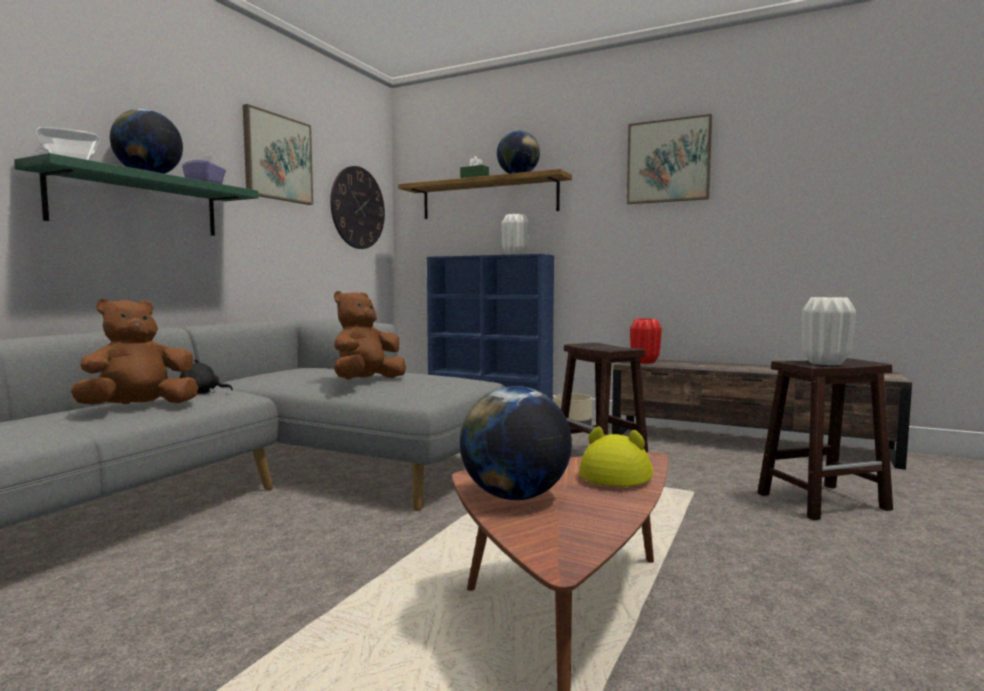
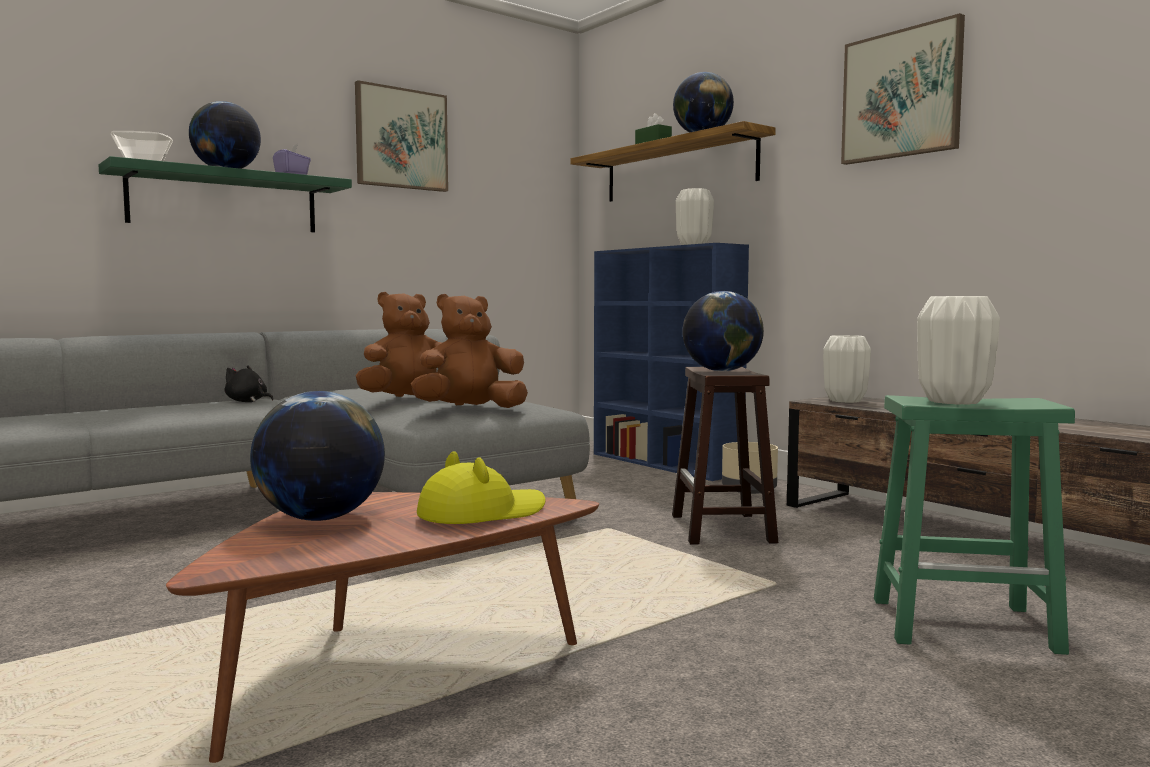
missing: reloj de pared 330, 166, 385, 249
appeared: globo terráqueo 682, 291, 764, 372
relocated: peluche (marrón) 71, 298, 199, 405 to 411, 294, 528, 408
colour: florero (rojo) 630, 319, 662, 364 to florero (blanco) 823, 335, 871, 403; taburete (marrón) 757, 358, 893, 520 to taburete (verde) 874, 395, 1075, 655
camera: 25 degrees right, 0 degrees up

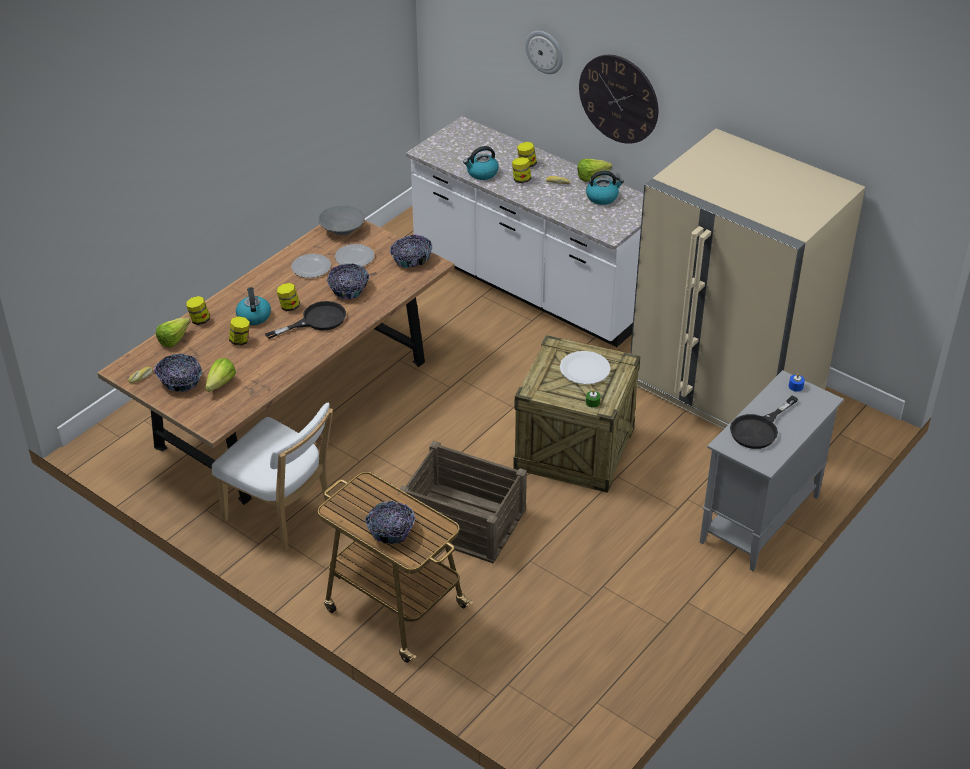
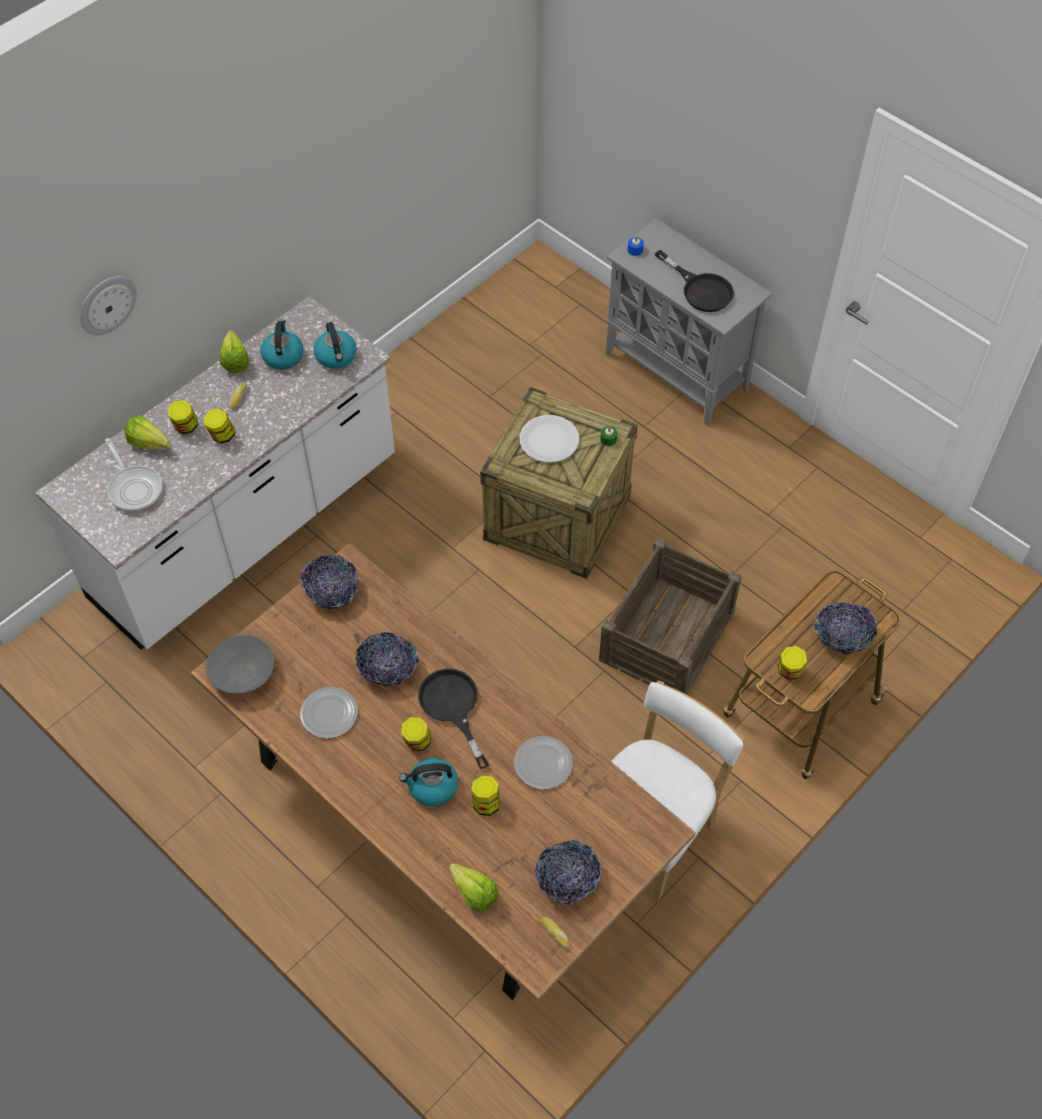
missing: reloj de pared 579, 55, 658, 144; nevera (beis) 630, 129, 865, 429
appeared: sartén 105, 438, 162, 511
relocated: tarro 186, 296, 210, 325 to 778, 646, 807, 680; lechuga 205, 358, 236, 392 to 124, 415, 171, 449; plato 335, 244, 374, 267 to 514, 736, 573, 789; hervidor 463, 146, 499, 180 to 313, 322, 356, 369
camera: 85 degrees left, 15 degrees up

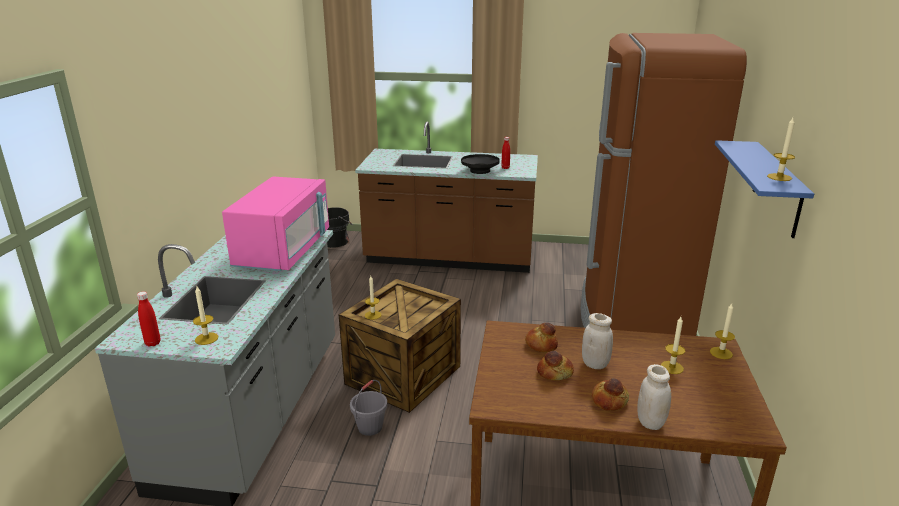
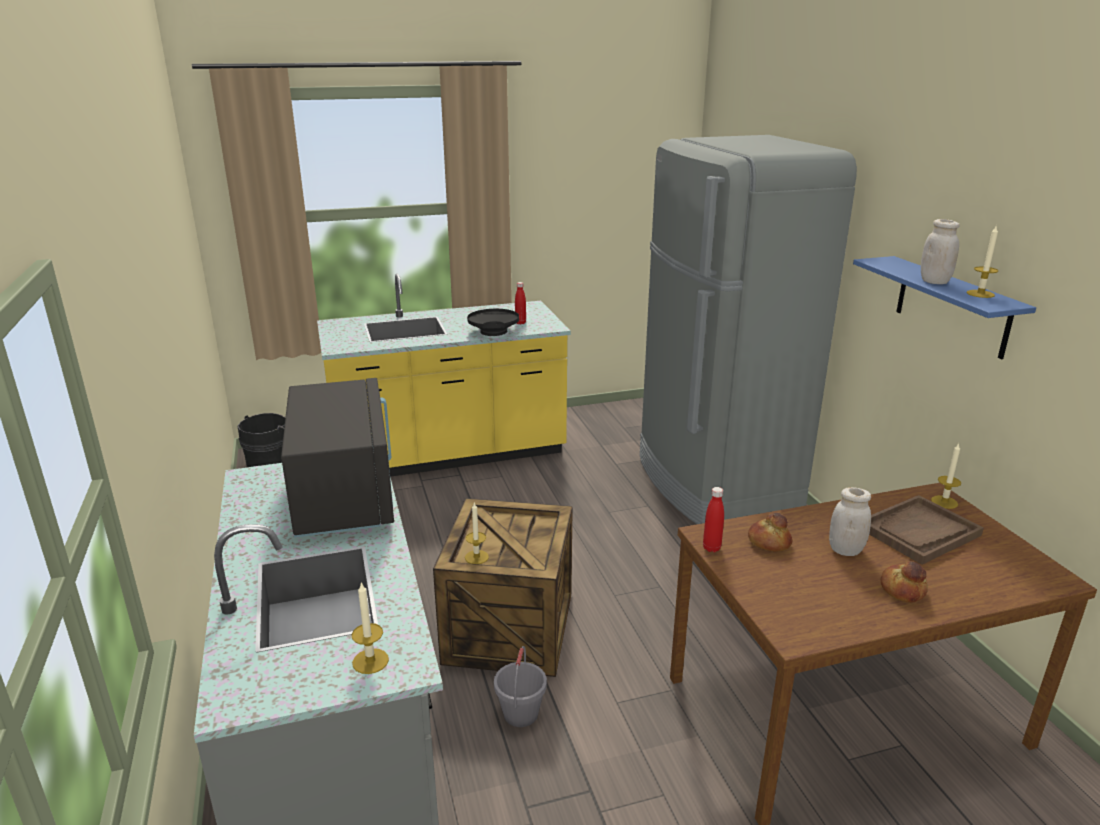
missing: pan 537, 350, 574, 380
relocated: botella (rojo) 137, 292, 161, 347 to 703, 487, 724, 552; tarro (blanco) 637, 364, 671, 430 to 921, 219, 960, 284
exchanged: vela 661, 317, 685, 374 to bandeja (marrón) 869, 495, 984, 565
colour: microondas (rosa) 222, 176, 329, 271 to microondas (negro) 281, 378, 394, 538; mueble bajo de cocina (marrón) 355, 122, 538, 273 to mueble bajo de cocina (amarillo) 317, 274, 571, 477; nevera (marrón) 581, 33, 747, 336 to nevera (gris) 640, 135, 857, 524
camera: 25 degrees left, 0 degrees up

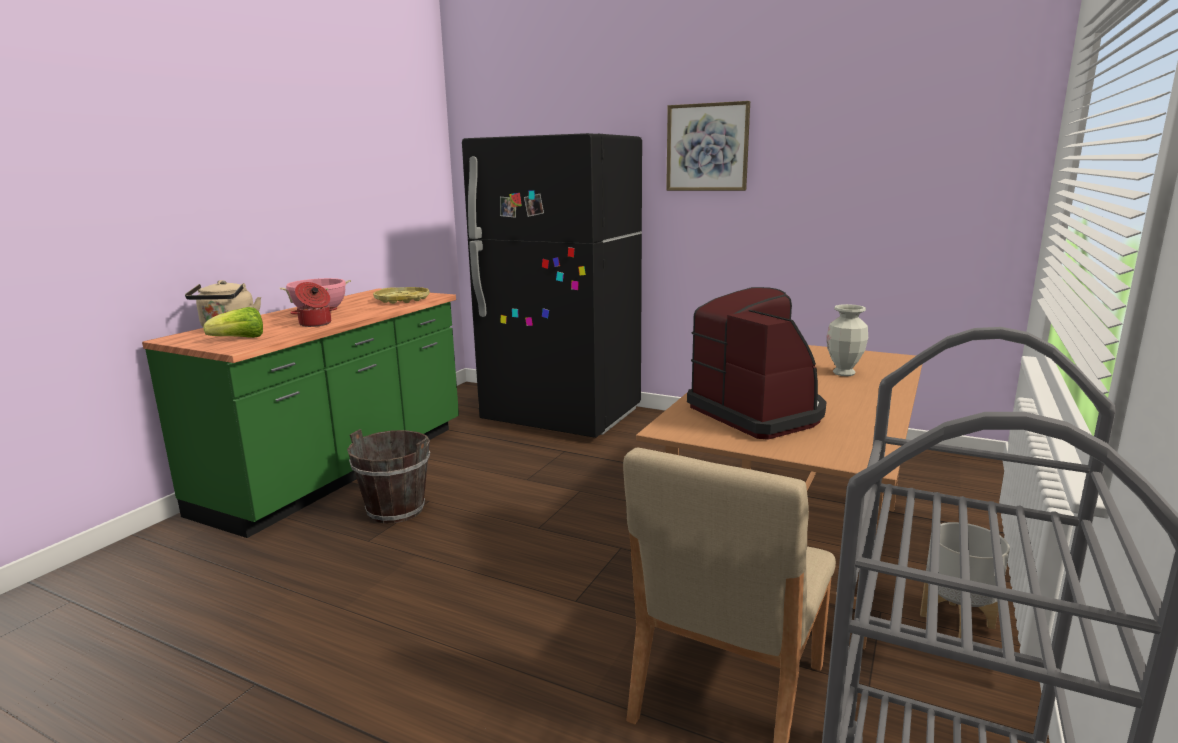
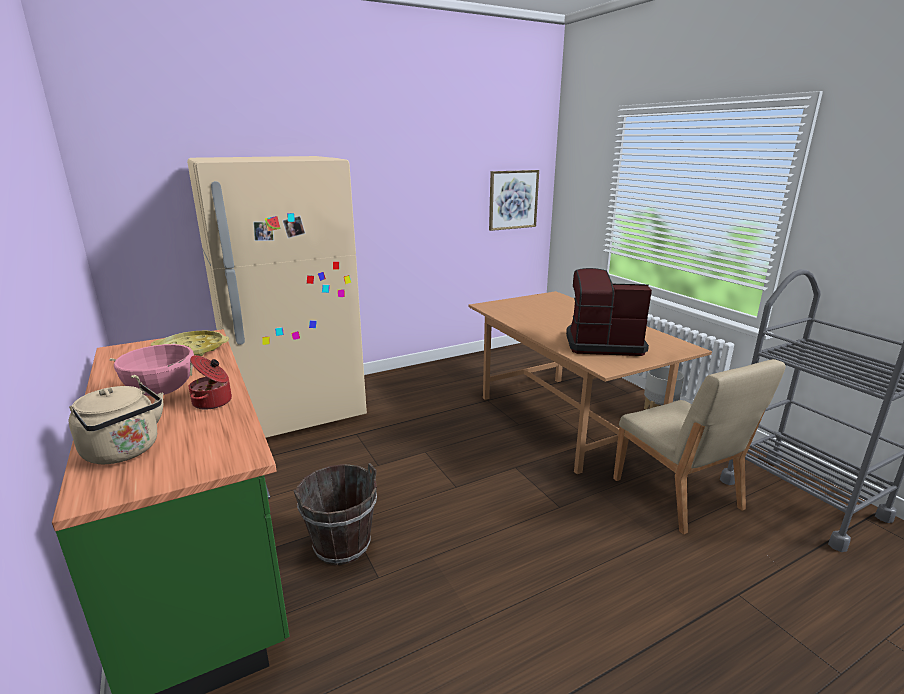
missing: lechuga 203, 307, 263, 338; florero 827, 304, 868, 376
relocated: cuadro 666, 101, 750, 191 to 489, 170, 539, 231
colour: nevera (negro) 462, 133, 642, 438 to nevera (beis) 187, 156, 367, 438
camera: 55 degrees left, 5 degrees up

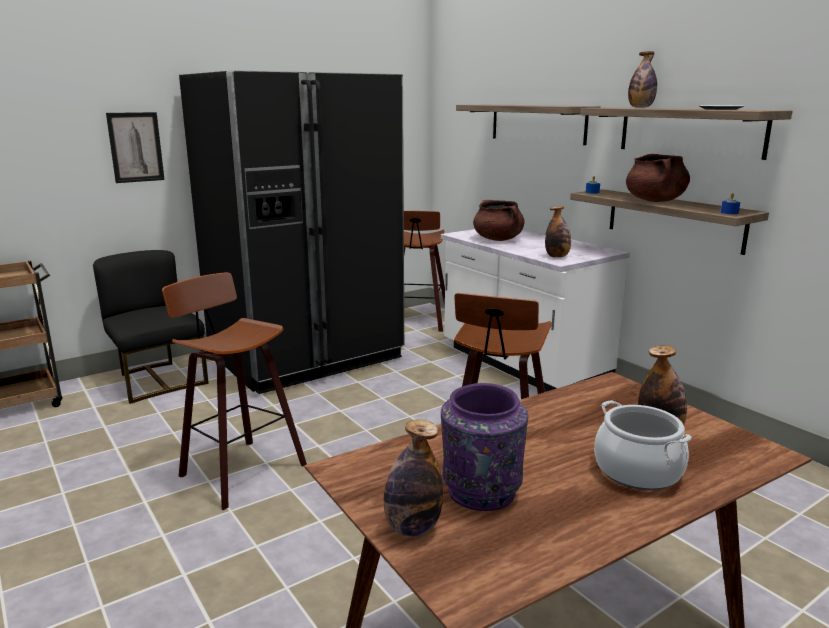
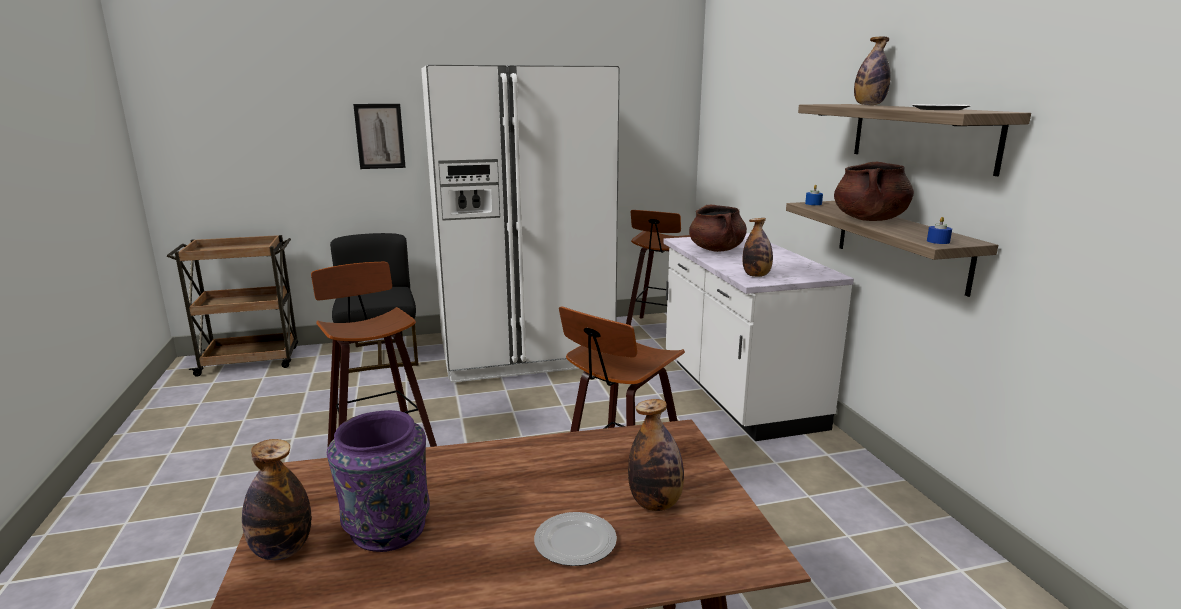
missing: estante 456, 105, 601, 145
exchanged: olla 594, 400, 692, 490 to plato 534, 512, 617, 566
colour: nevera (negro) 179, 70, 404, 394 to nevera (blanco) 421, 65, 620, 383
camera: 20 degrees right, 0 degrees up

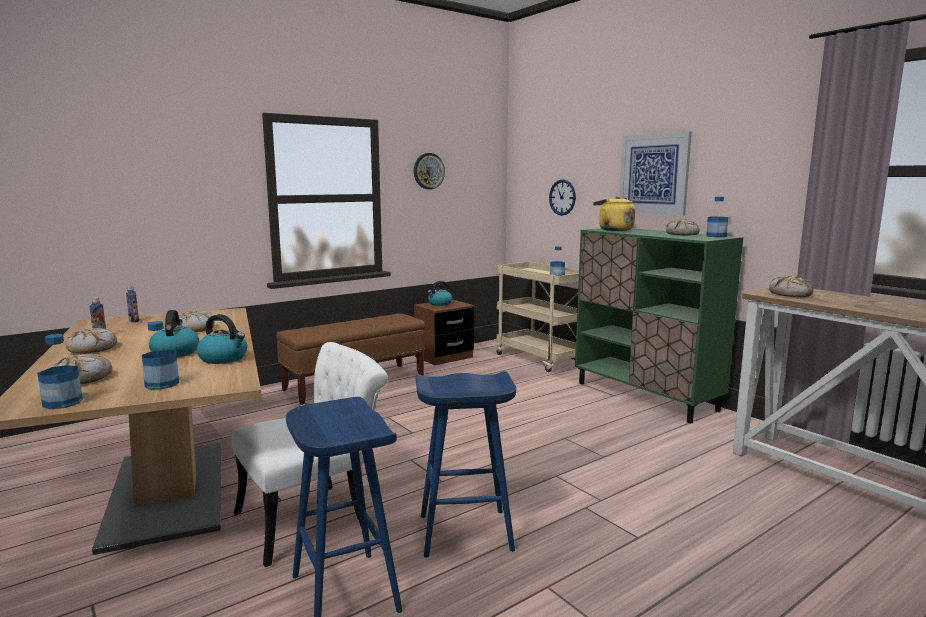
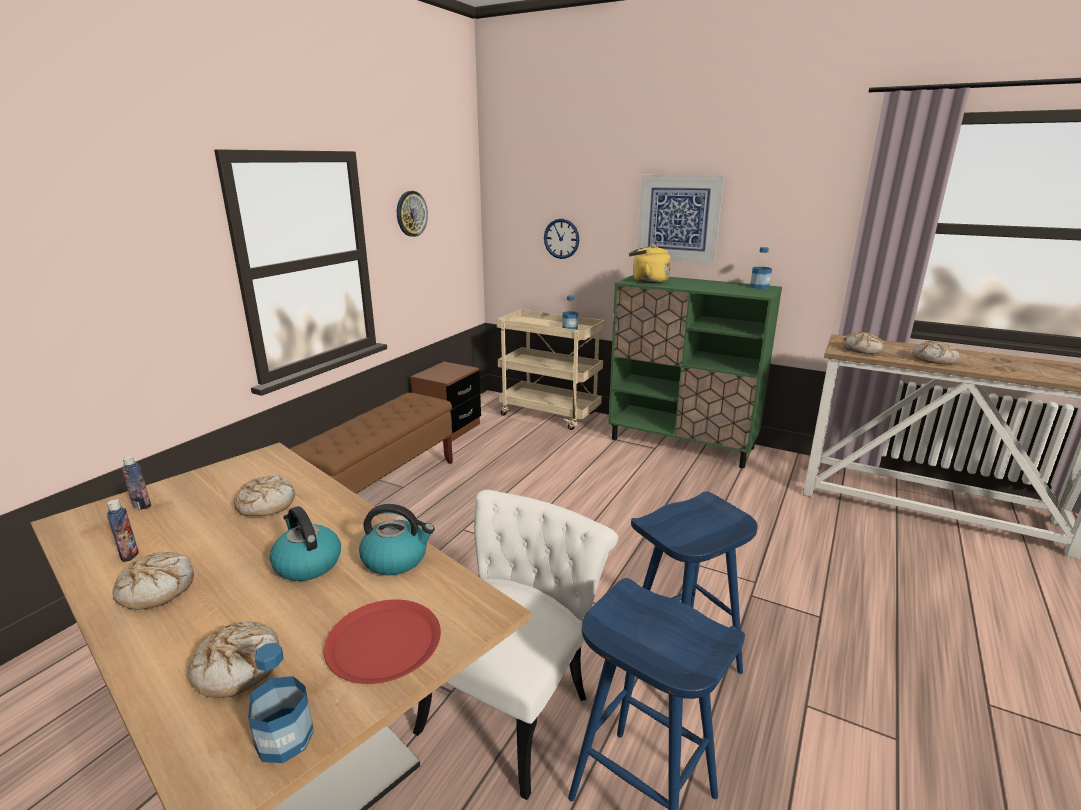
missing: hervidor 427, 281, 452, 306
relocated: pan 666, 219, 700, 235 to 912, 341, 959, 364
exchanged: botella 142, 321, 179, 390 to plato (rojo) 324, 599, 441, 684
camera: 25 degrees left, 10 degrees up

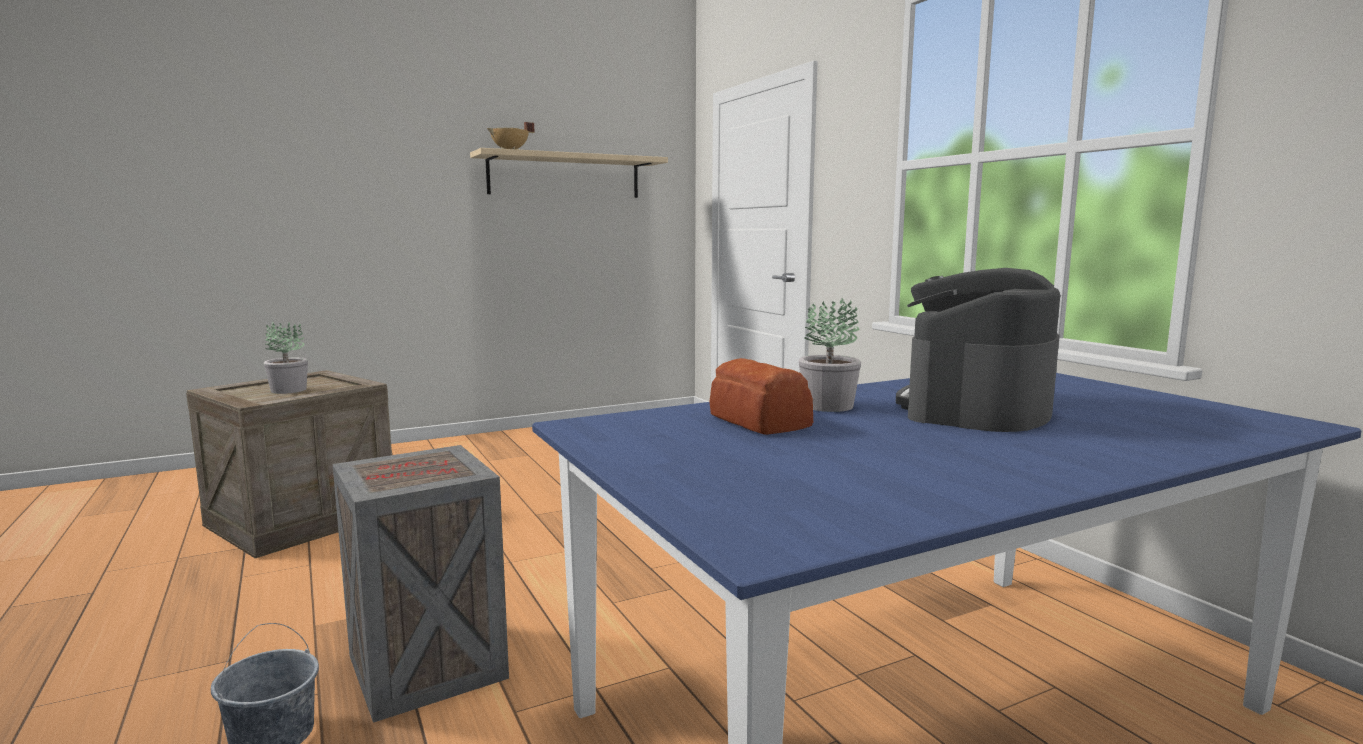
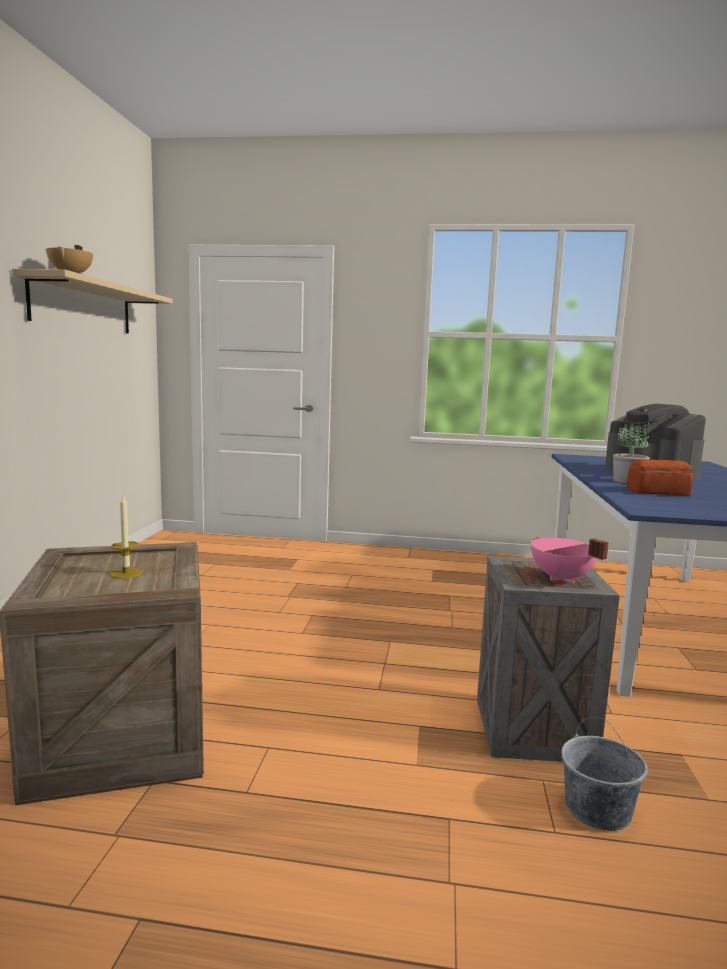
appeared: olla (rosa) 531, 537, 609, 583
exchanged: planta en maceta 264, 322, 308, 394 to vela 110, 496, 142, 579
camera: 55 degrees left, 0 degrees up

